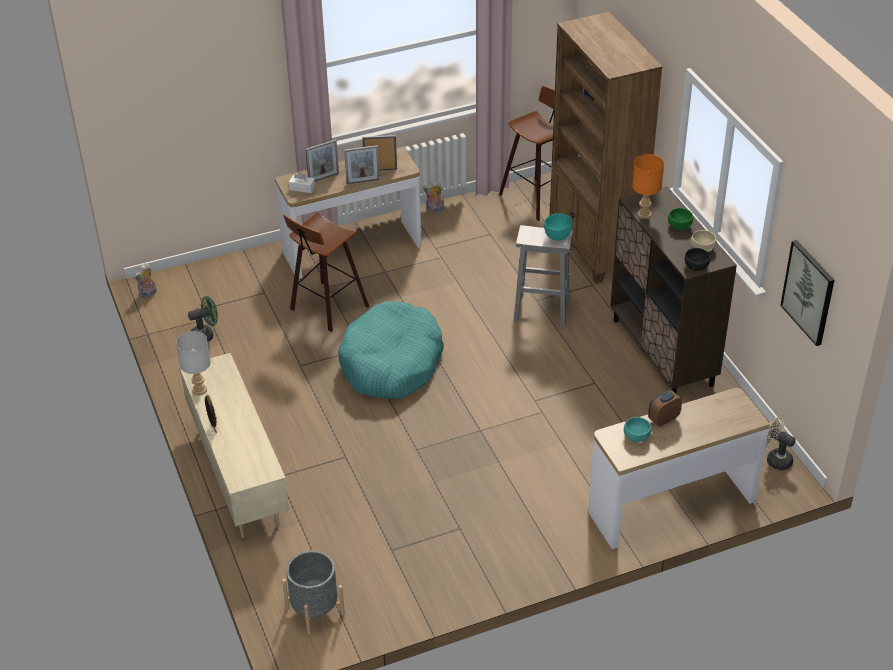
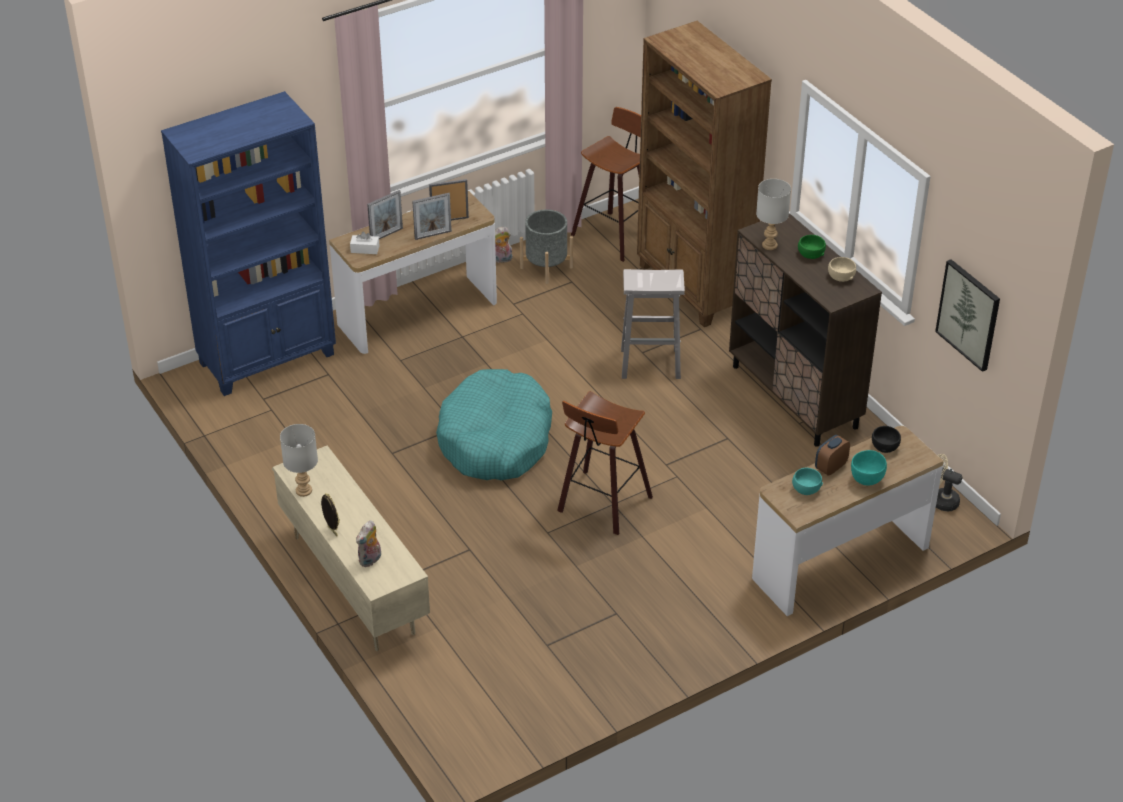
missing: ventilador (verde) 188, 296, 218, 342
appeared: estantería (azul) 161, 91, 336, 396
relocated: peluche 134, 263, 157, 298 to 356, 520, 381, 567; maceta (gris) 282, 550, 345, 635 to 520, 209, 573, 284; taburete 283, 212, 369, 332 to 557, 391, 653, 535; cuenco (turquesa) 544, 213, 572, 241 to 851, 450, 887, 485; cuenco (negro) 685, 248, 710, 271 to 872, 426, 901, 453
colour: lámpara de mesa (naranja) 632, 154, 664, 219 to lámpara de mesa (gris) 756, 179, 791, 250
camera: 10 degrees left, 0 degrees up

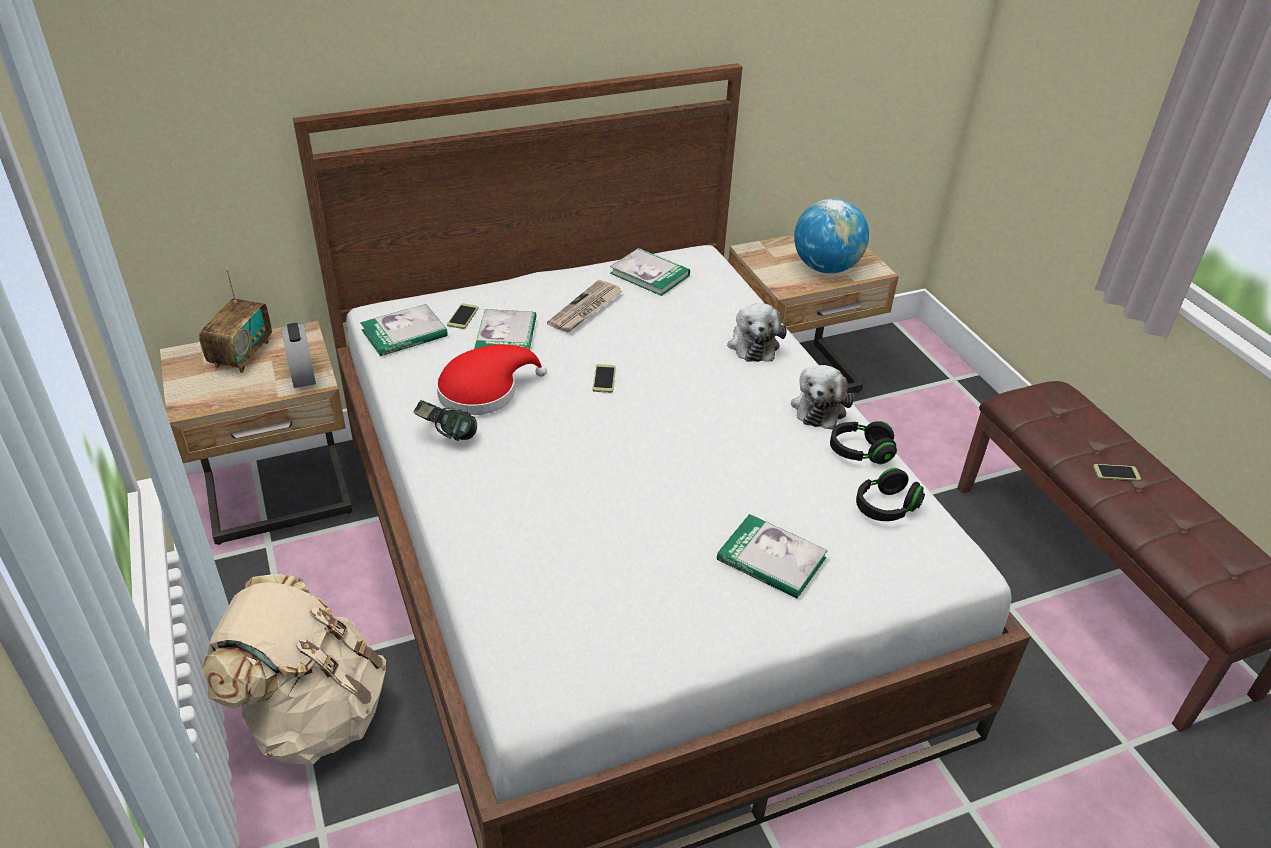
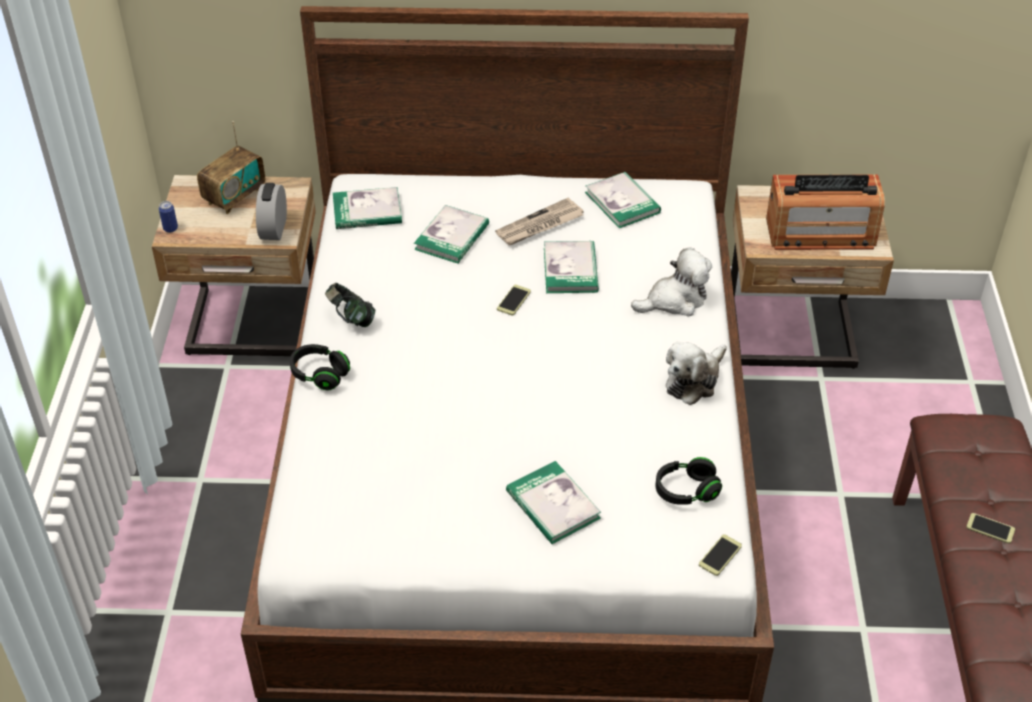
missing: mochila (beis) 202, 574, 386, 764; sombrero (rojo) 436, 344, 547, 415
appeared: lata 159, 201, 178, 233; libro 544, 241, 599, 293
relocated: móvil 447, 303, 479, 329 to 699, 534, 742, 576; auriculares (negro) 830, 421, 897, 464 to 290, 344, 350, 390
exchanged: globo terráqueo 794, 198, 869, 274 to radio 766, 174, 885, 250
spun: peluche 727, 303, 787, 362 = 631, 248, 712, 316 135 degrees counterclockwise
camera: 25 degrees right, 5 degrees up

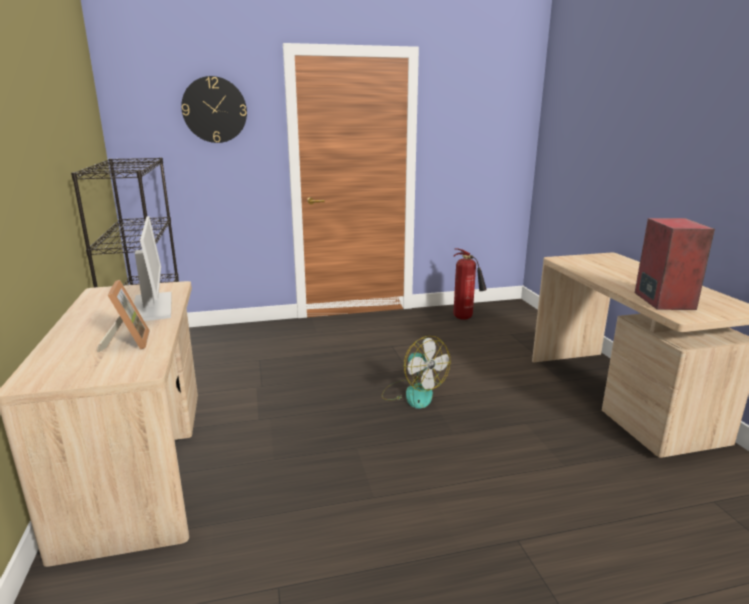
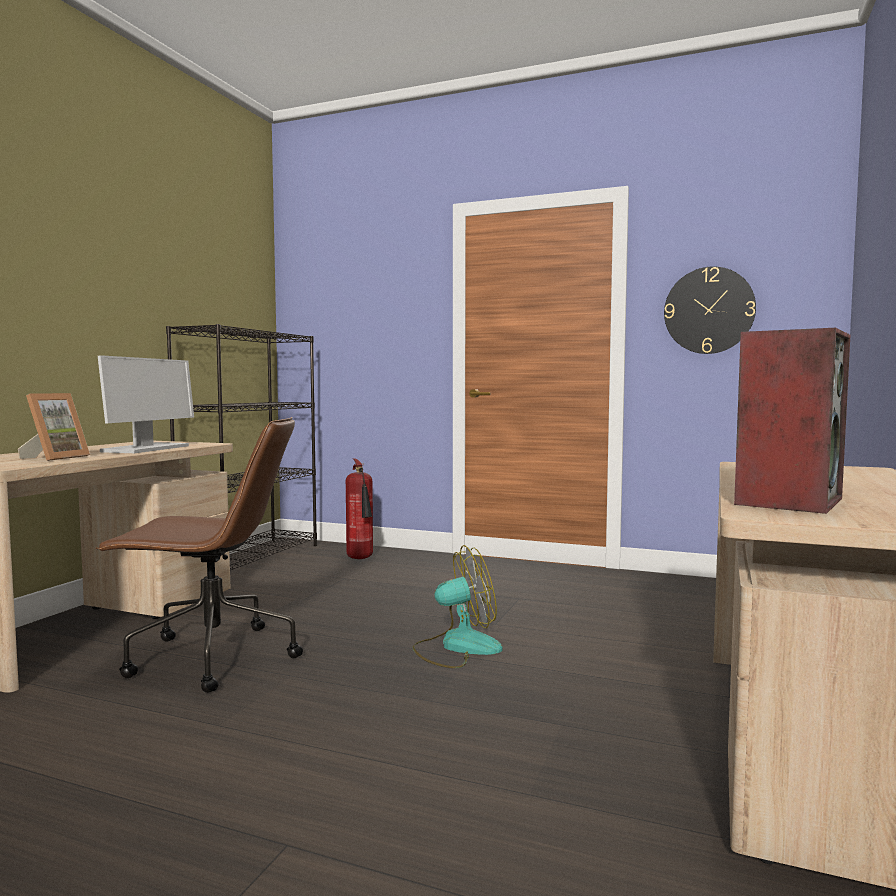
appeared: silla de oficina (marrón) 96, 417, 303, 693
relocated: reloj de pared 181, 76, 247, 143 to 664, 266, 756, 354; extintor 453, 248, 487, 320 to 346, 459, 373, 559
spun: ventilador 381, 336, 451, 409 = 413, 545, 503, 668 105 degrees counterclockwise
camera: 35 degrees right, 15 degrees down

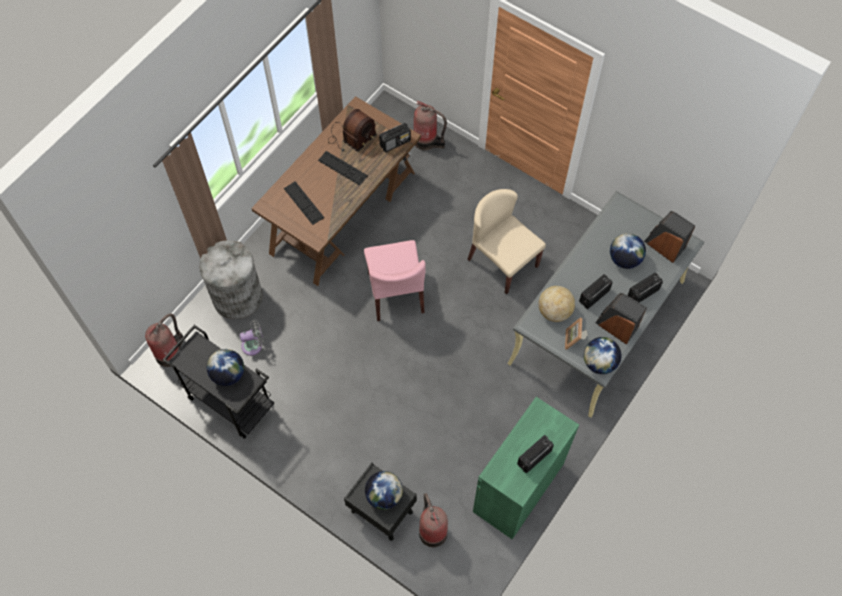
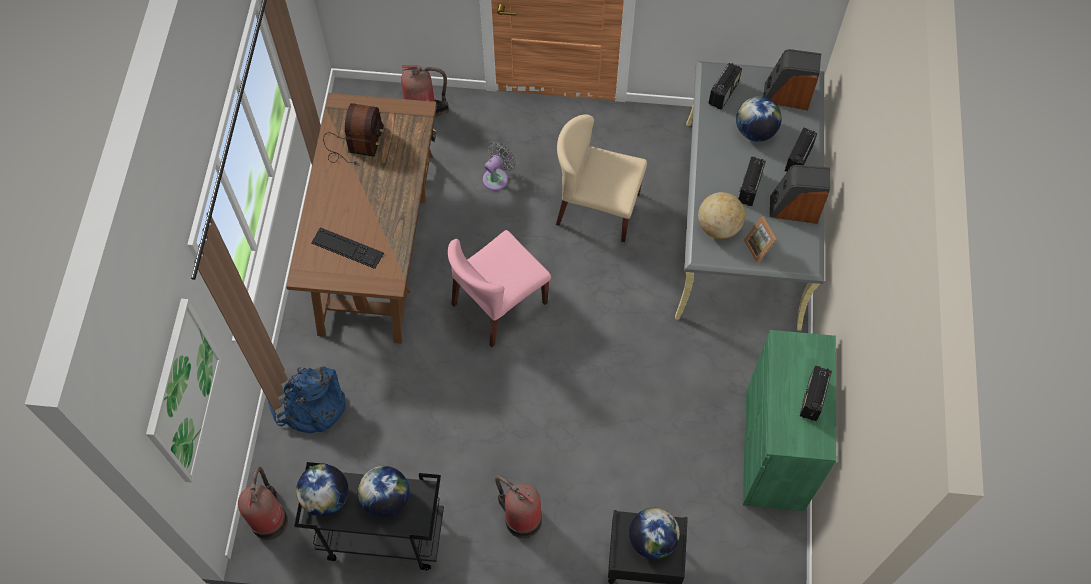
missing: teclado 318, 151, 368, 186
appeared: cuadro 146, 299, 222, 483
relocated: ventilador (gris) 239, 320, 264, 356 to 483, 142, 516, 191; radio 379, 123, 411, 152 to 708, 63, 742, 110; extintor 419, 493, 448, 547 to 495, 475, 542, 538; globo terráqueo 584, 337, 621, 374 to 296, 464, 348, 516
exchanged: papelera (gris) 199, 240, 263, 320 to mochila (azul) 268, 366, 346, 433
spun: silla (rosa) 364, 240, 426, 321 = 448, 230, 551, 347 90 degrees clockwise
camera: 30 degrees left, 0 degrees up

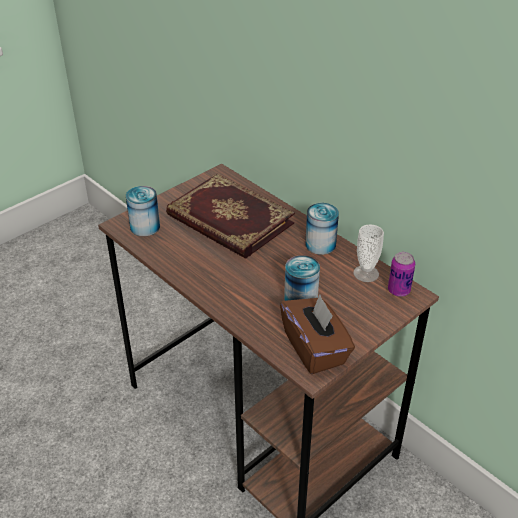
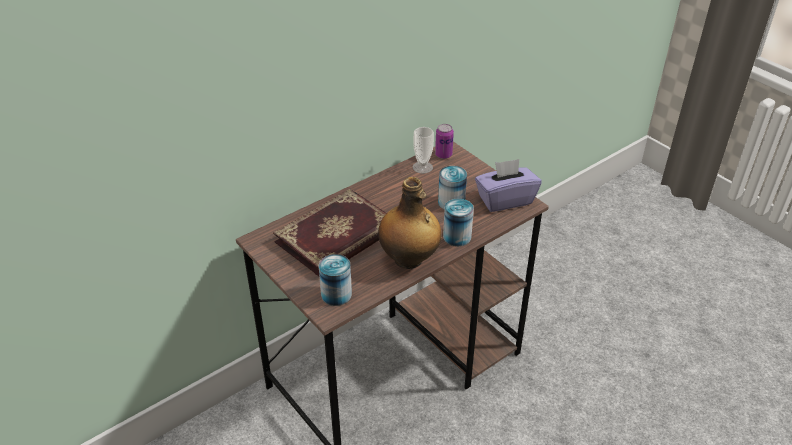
appeared: botella 378, 177, 442, 269
relocated: lata 305, 203, 339, 255 to 443, 199, 474, 246
colour: caja de pañuelos (marrón) 280, 295, 355, 374 to caja de pañuelos (morado) 475, 159, 541, 212
camera: 85 degrees left, 0 degrees up

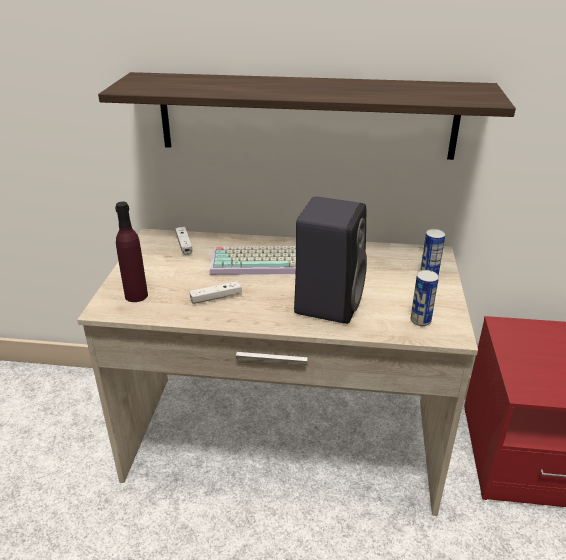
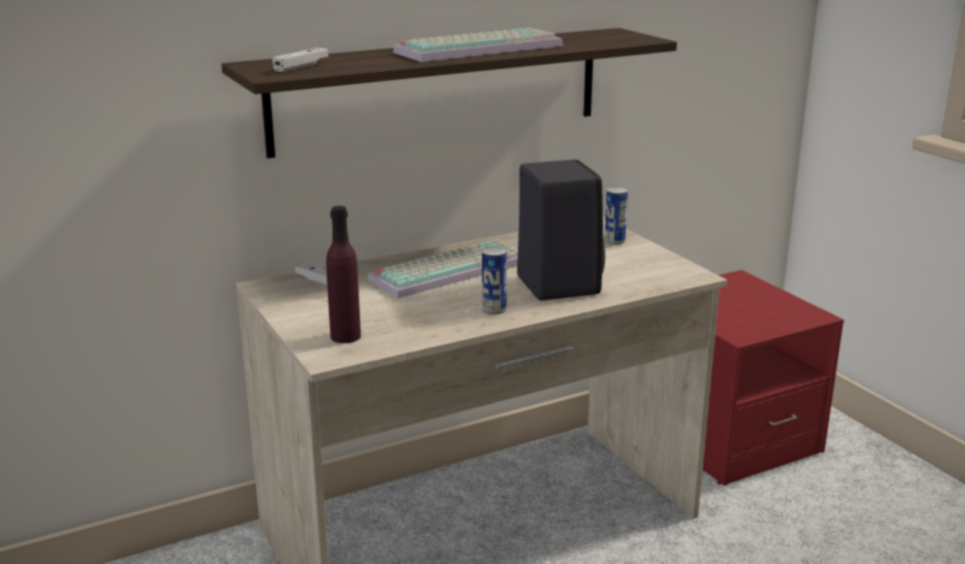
appeared: teclado 393, 28, 563, 62
relocated: mando de consola (blanco) 189, 281, 242, 304 to 272, 48, 329, 72; lata 411, 270, 439, 326 to 482, 246, 507, 315
camera: 35 degrees left, 10 degrees down

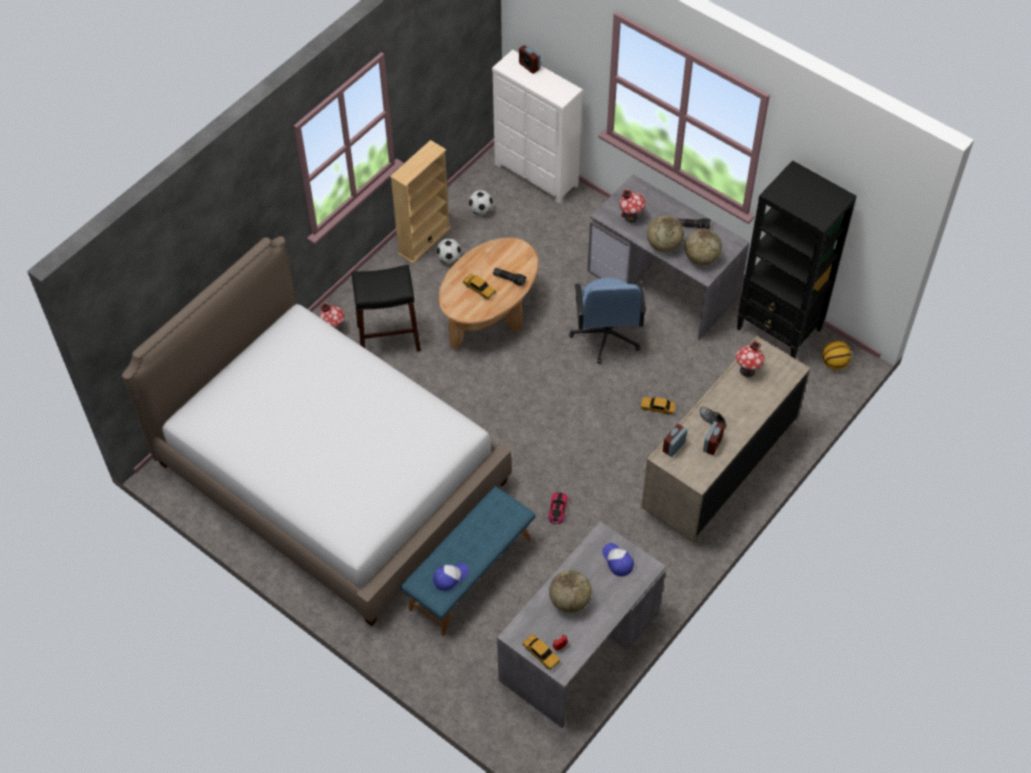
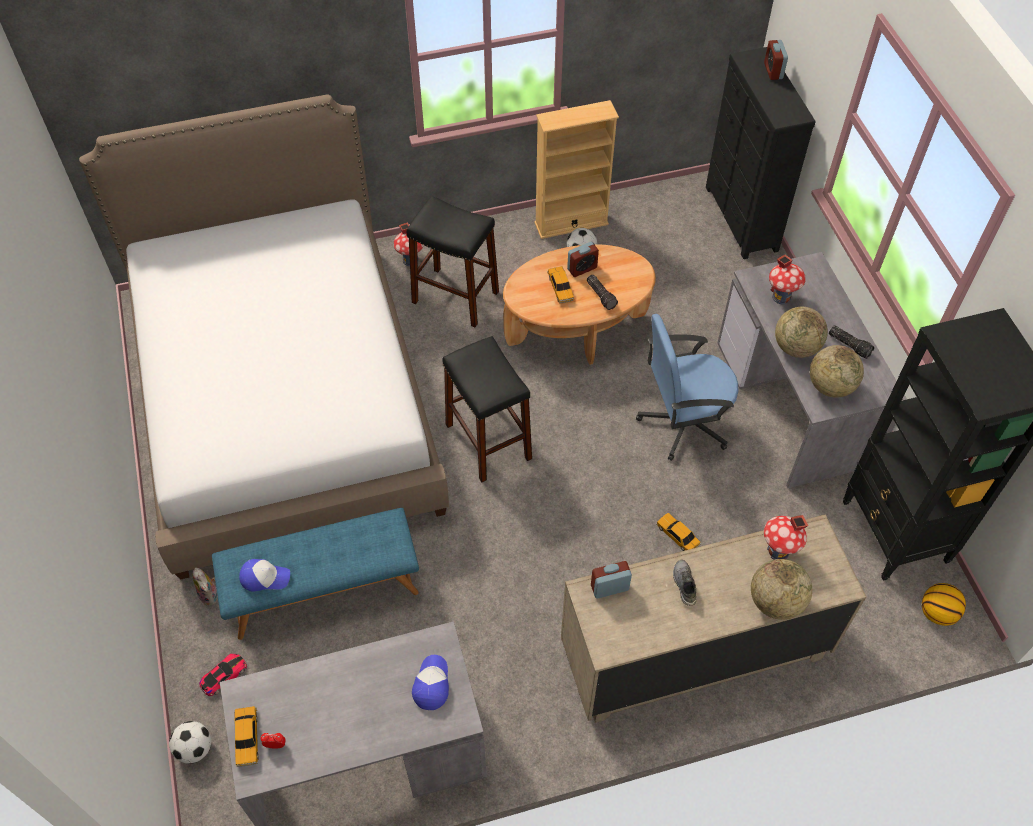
appeared: peluche 193, 568, 218, 606; taburete (negro) 443, 336, 532, 482
relocated: balón de fútbol 469, 190, 493, 215 to 169, 721, 211, 764; coche de juguete 548, 492, 568, 524 to 199, 654, 247, 696; globo terráqueo 549, 570, 592, 613 to 751, 559, 812, 620; despertador 703, 421, 724, 455 to 567, 242, 599, 277
colour: cómoda (blanco) 492, 50, 583, 203 to cómoda (negro) 706, 47, 816, 259
spun: silla de oficina (azul) 569, 278, 646, 364 = 636, 314, 738, 461 45 degrees clockwise
camera: 35 degrees right, 0 degrees up

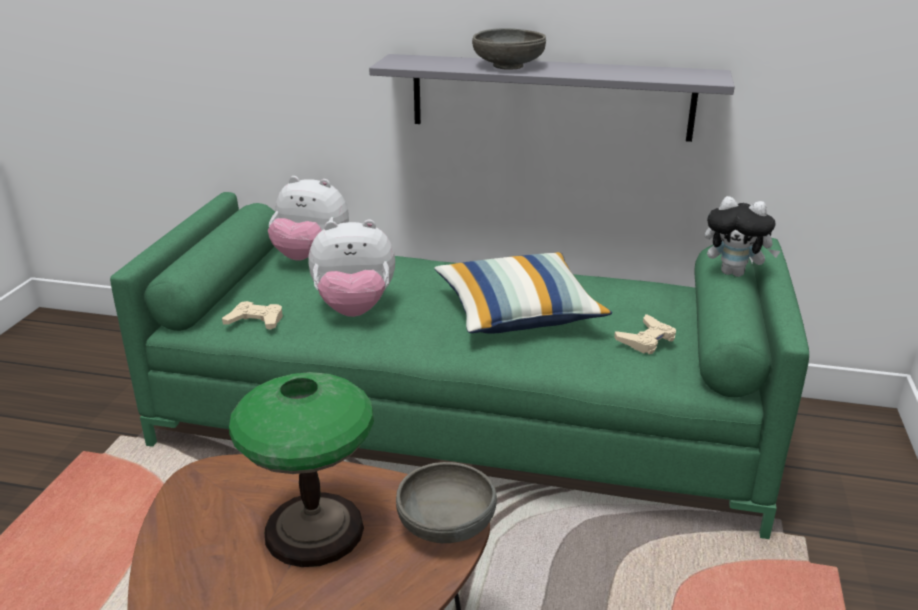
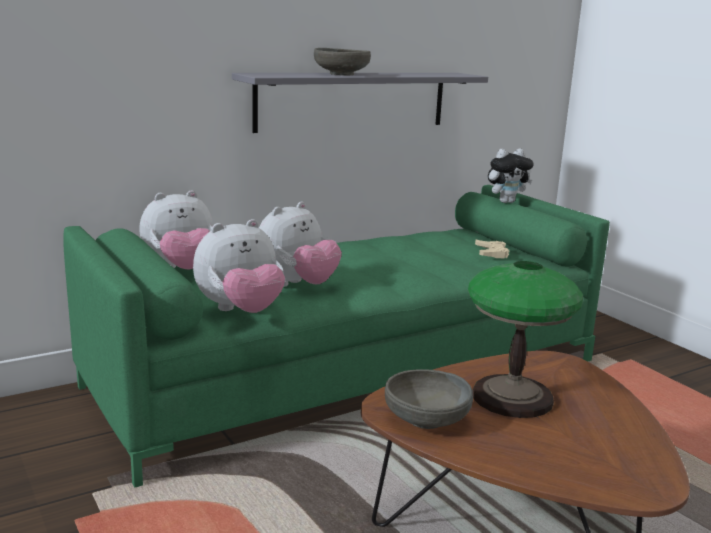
missing: cojín 434, 252, 612, 334
relocated: cuenco (gris) 396, 462, 497, 543 to 385, 369, 473, 429
exchanged: mando de consola (beis) 222, 301, 283, 330 to peluche 193, 219, 285, 313
camera: 45 degrees left, 10 degrees down

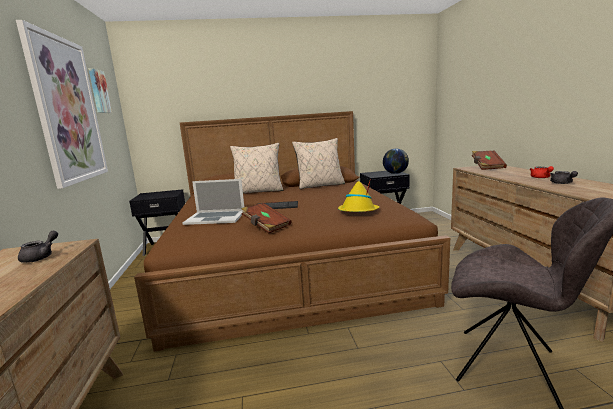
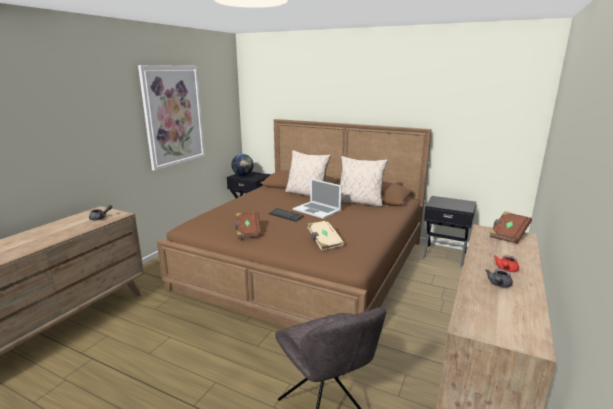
missing: cuadro 88, 68, 112, 113
relocated: portátil 182, 179, 244, 225 to 293, 178, 342, 219; globo terráqueo 383, 149, 409, 174 to 231, 154, 254, 176
exchanged: sombrero (amarillo) 338, 178, 379, 212 to libro (beis) 307, 220, 344, 251
camera: 35 degrees right, 5 degrees up

